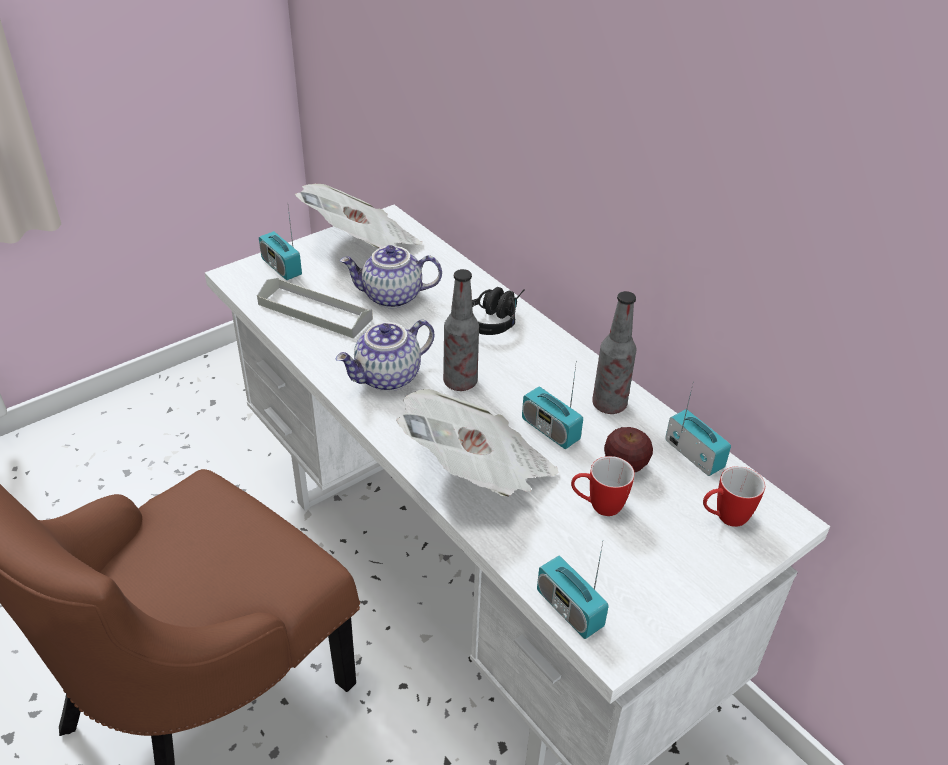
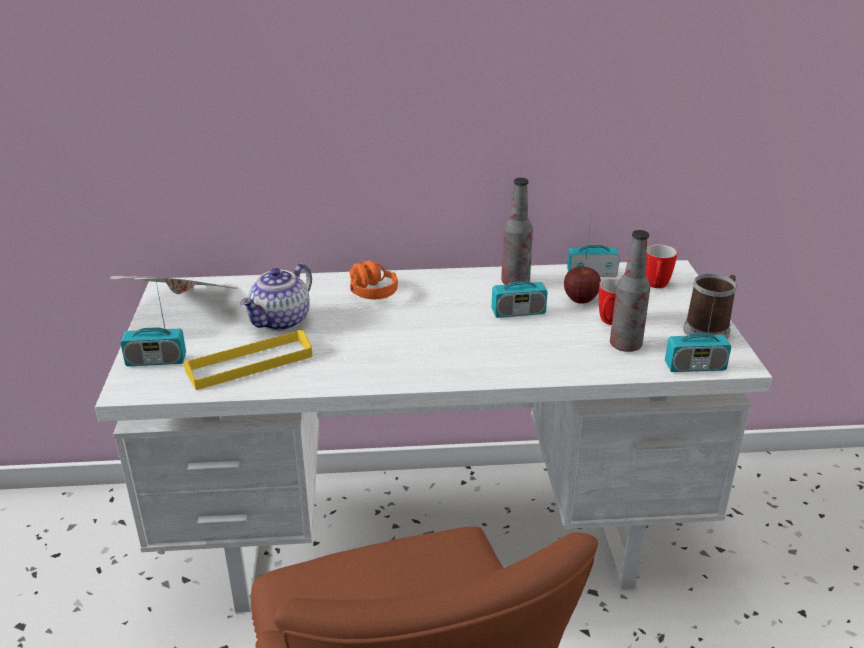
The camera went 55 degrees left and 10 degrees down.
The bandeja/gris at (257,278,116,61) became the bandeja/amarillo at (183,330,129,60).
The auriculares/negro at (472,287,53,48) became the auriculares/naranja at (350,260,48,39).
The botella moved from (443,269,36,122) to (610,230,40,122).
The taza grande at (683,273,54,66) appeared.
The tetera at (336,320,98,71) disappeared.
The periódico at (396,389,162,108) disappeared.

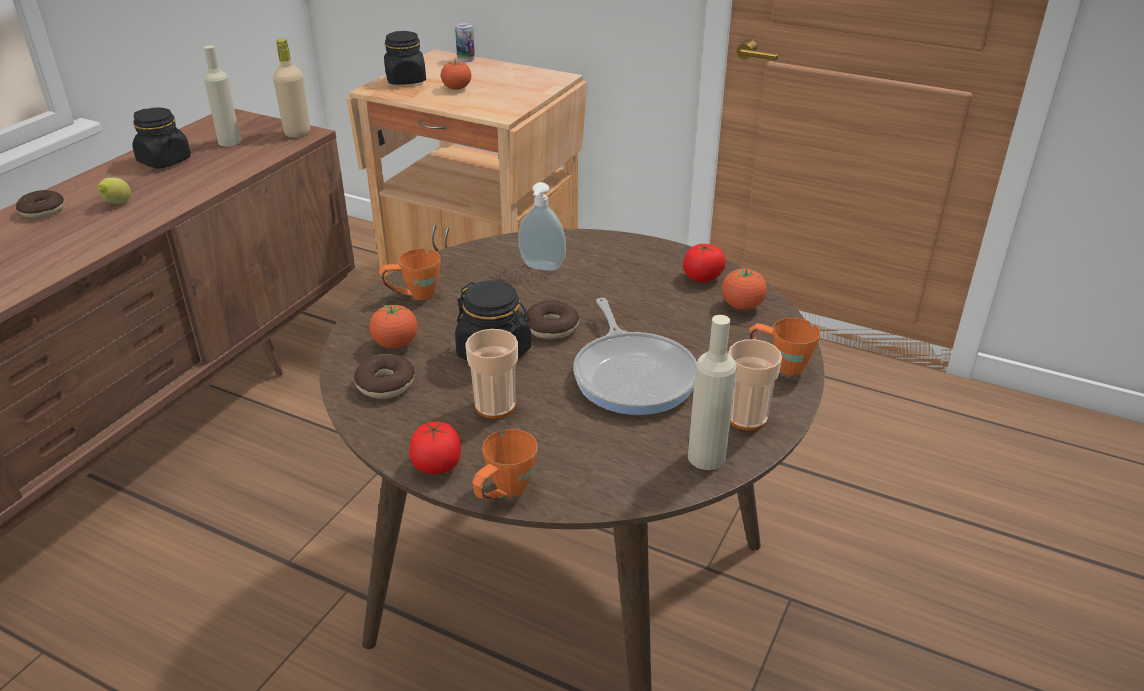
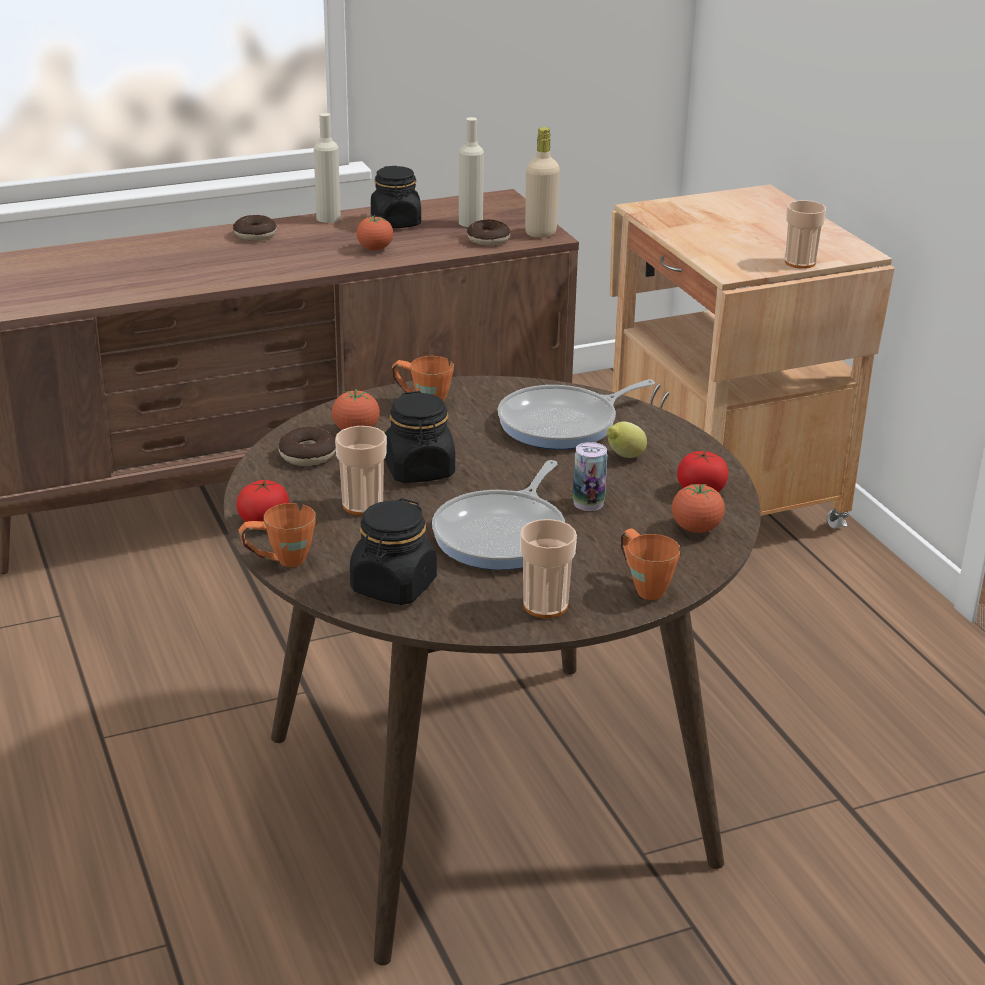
The camera went 40 degrees right and 5 degrees down.
The botella/beis moved from (688,315,49,155) to (314,113,27,110).
The tarro/negro moved from (384,31,42,54) to (350,498,87,107).
The tomate moved from (441,61,30,29) to (356,215,37,35).
The rosquilla moved from (525,300,54,39) to (467,220,43,26).
The dispensador de jabón at (518,182,48,89) was replaced by the sartén at (498,380,157,69).
The lata moved from (455,23,20,39) to (573,442,34,69).
The limón moved from (97,178,34,26) to (606,422,41,36).
The taza at (785,200,41,69) appeared.

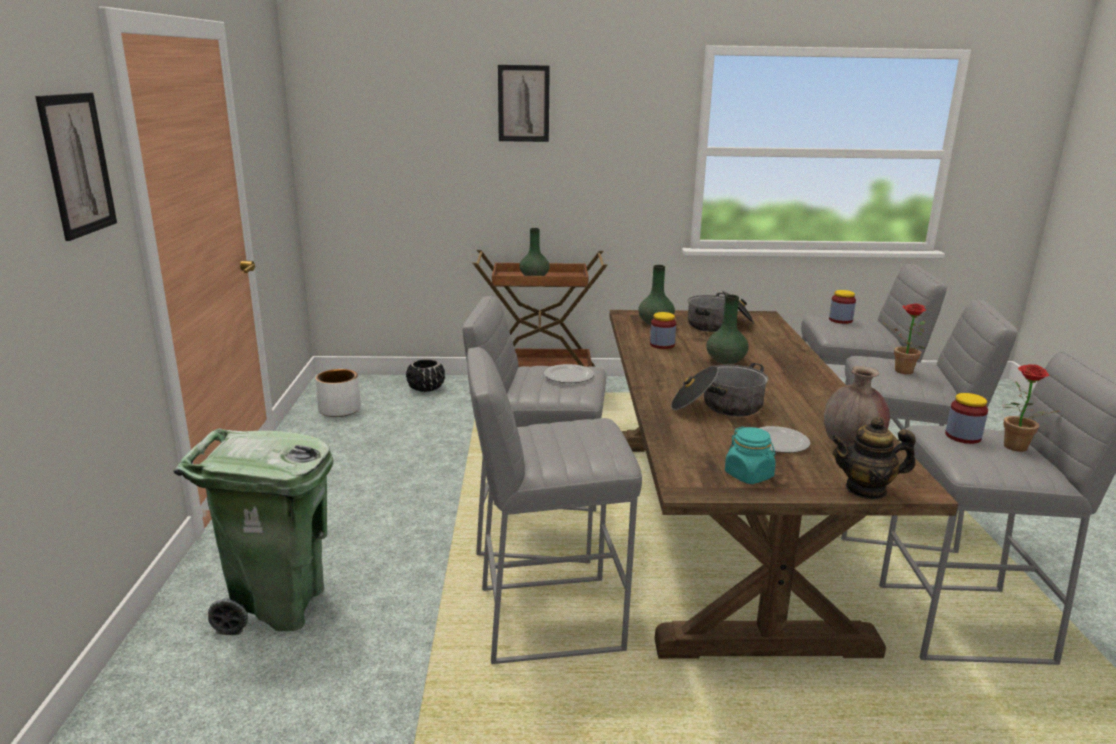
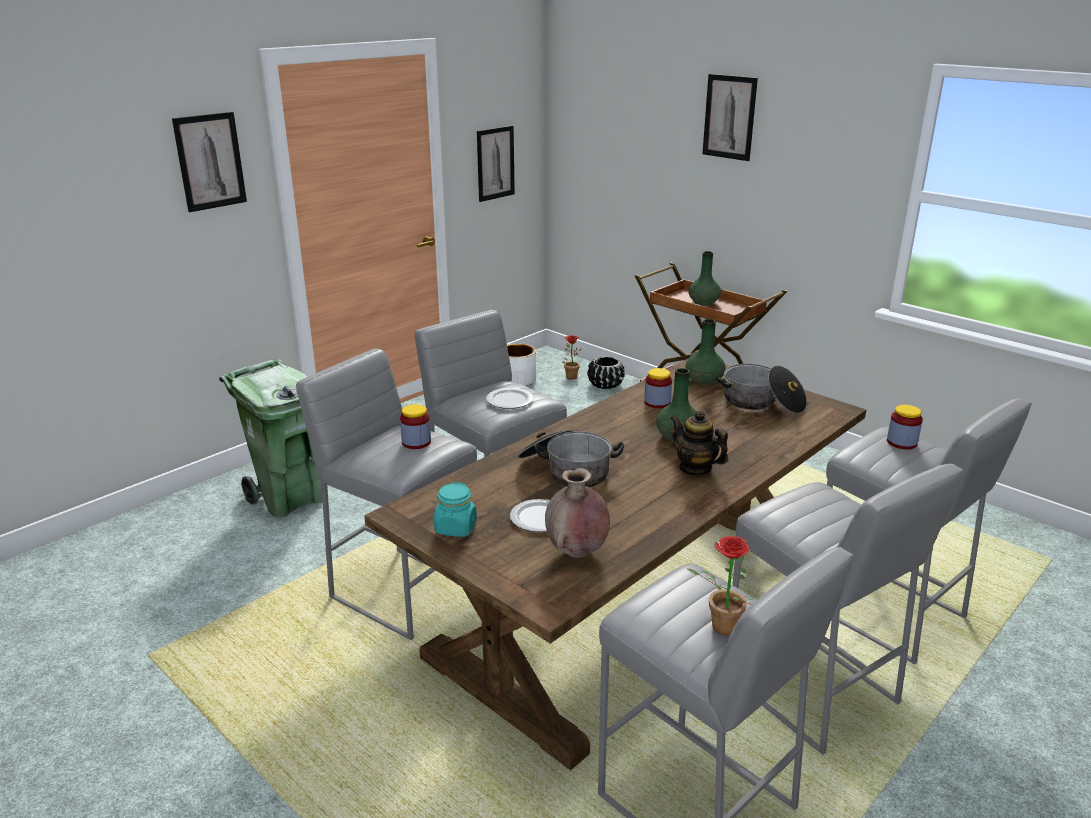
The camera went 45 degrees right and 5 degrees up.
The tarro moved from (945,393,43,51) to (400,404,31,45).
The cuadro at (477,125,38,77) appeared.
The planta en maceta moved from (882,303,44,71) to (562,335,20,44).
The tetera moved from (831,417,85,83) to (670,410,58,66).

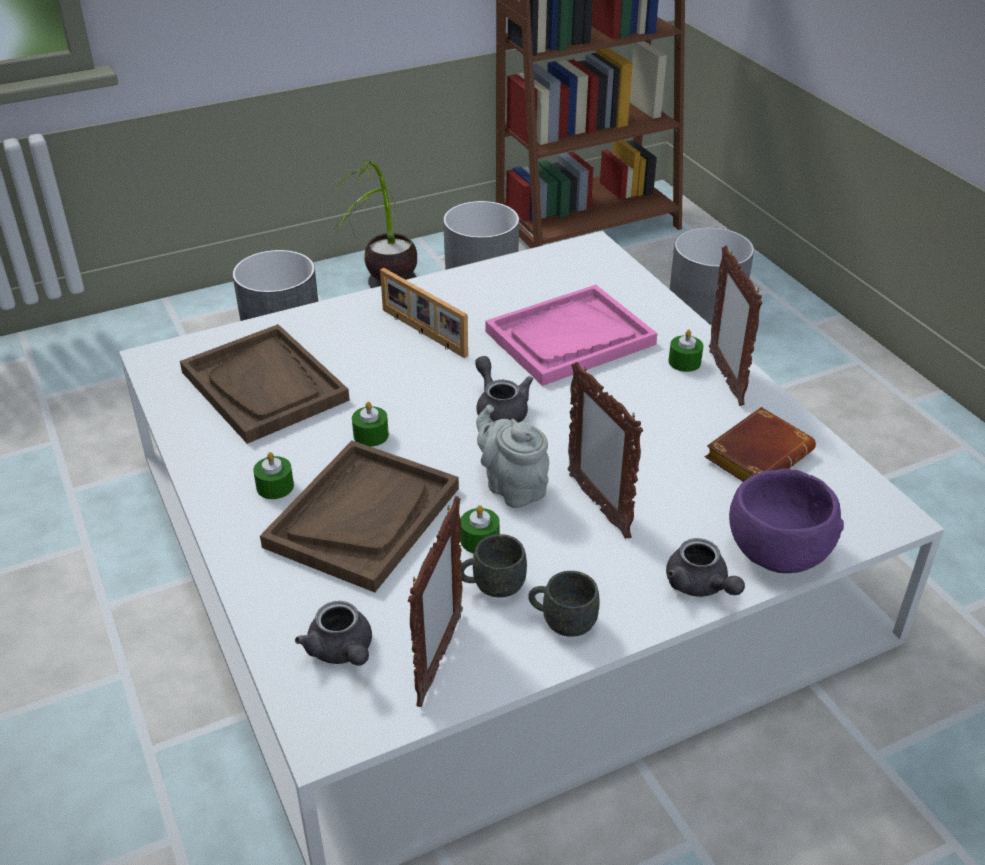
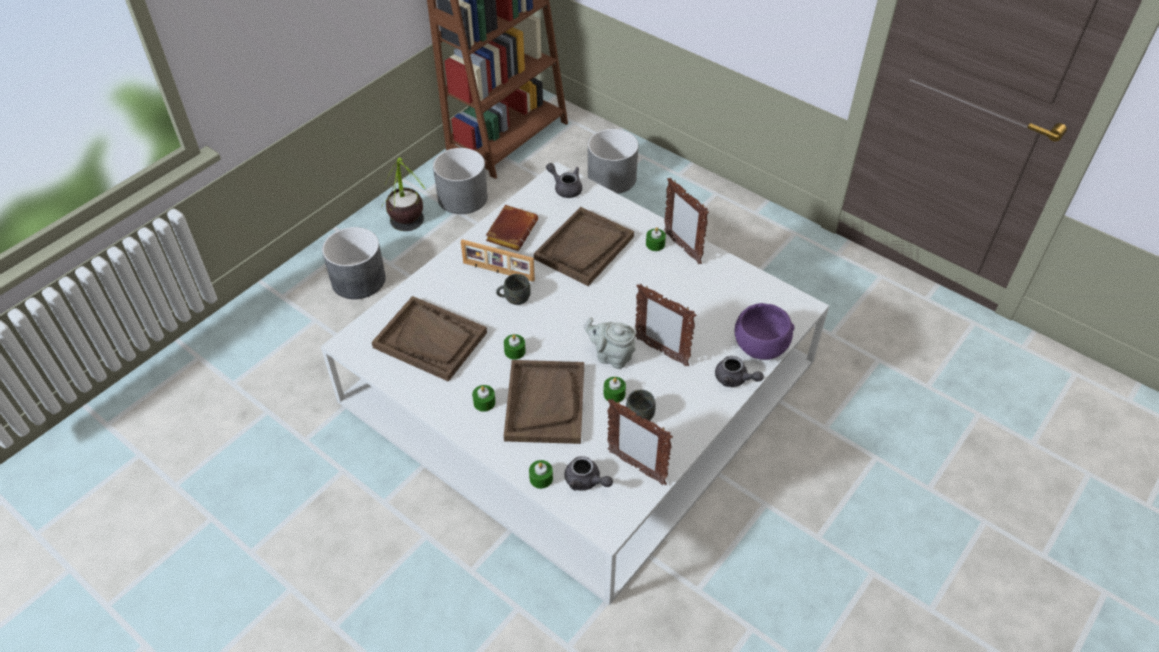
The camera went 25 degrees left and 10 degrees up.
The libro/marrón moved from (705,407,111,75) to (486,205,52,46).
The taza grande/gris moved from (528,571,72,66) to (496,274,35,31).
The vela/verde at (529,460,24,29) appeared.
The bandeja/rosa at (485,285,172,101) became the bandeja/marrón at (534,207,100,79).
The tetera/gris moved from (475,356,58,66) to (546,163,36,35).
The portarretratos at (408,496,55,211) turned 135 degrees clockwise.

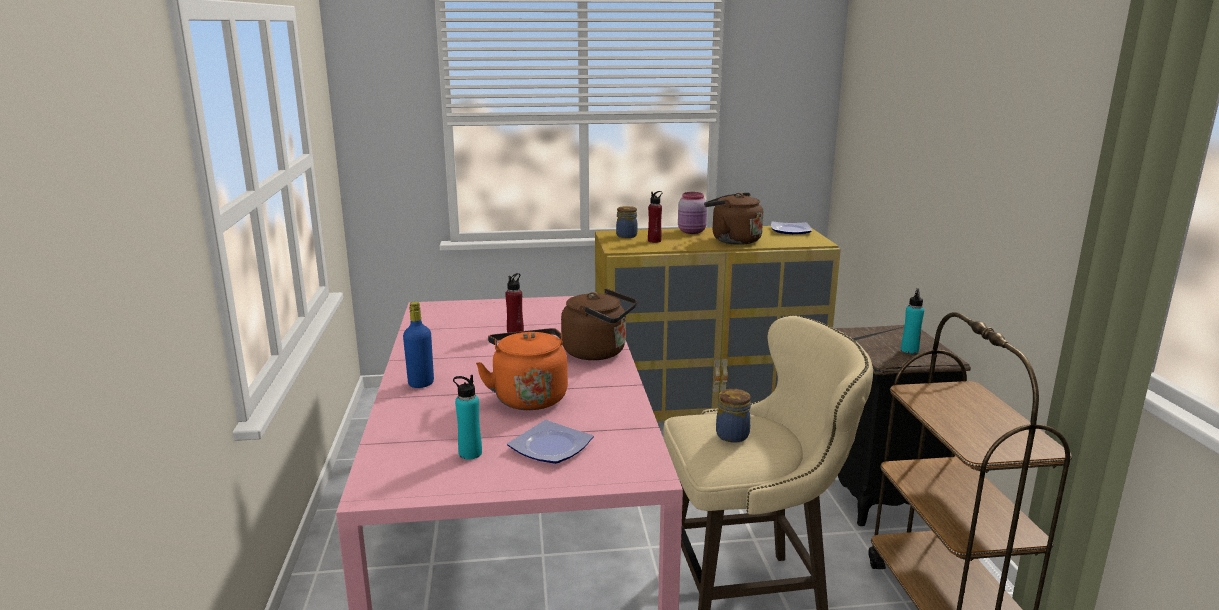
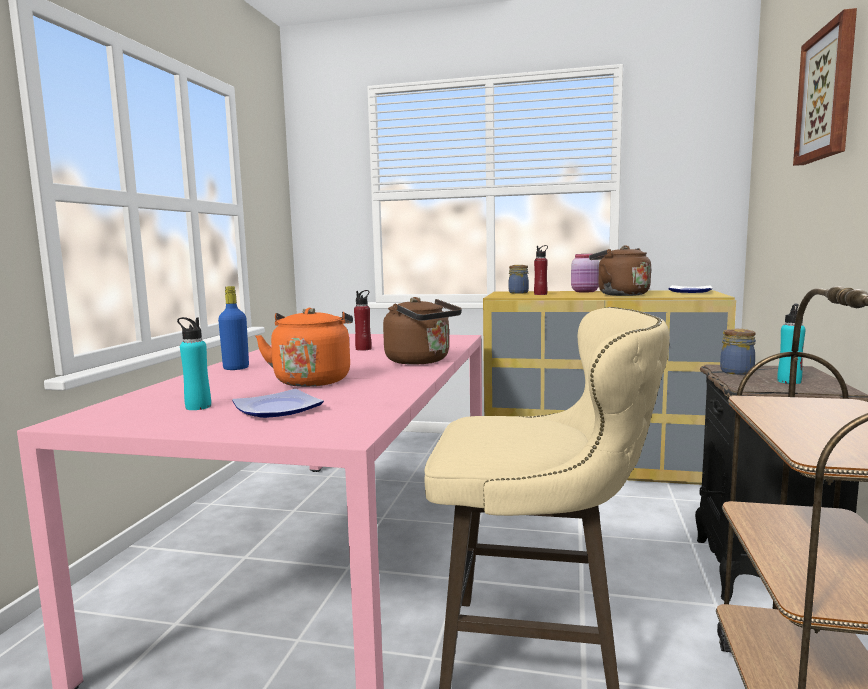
The camera went 20 degrees right and 10 degrees down.
The tarro moved from (716,389,35,54) to (720,329,36,46).
The cuadro at (793,8,64,158) appeared.

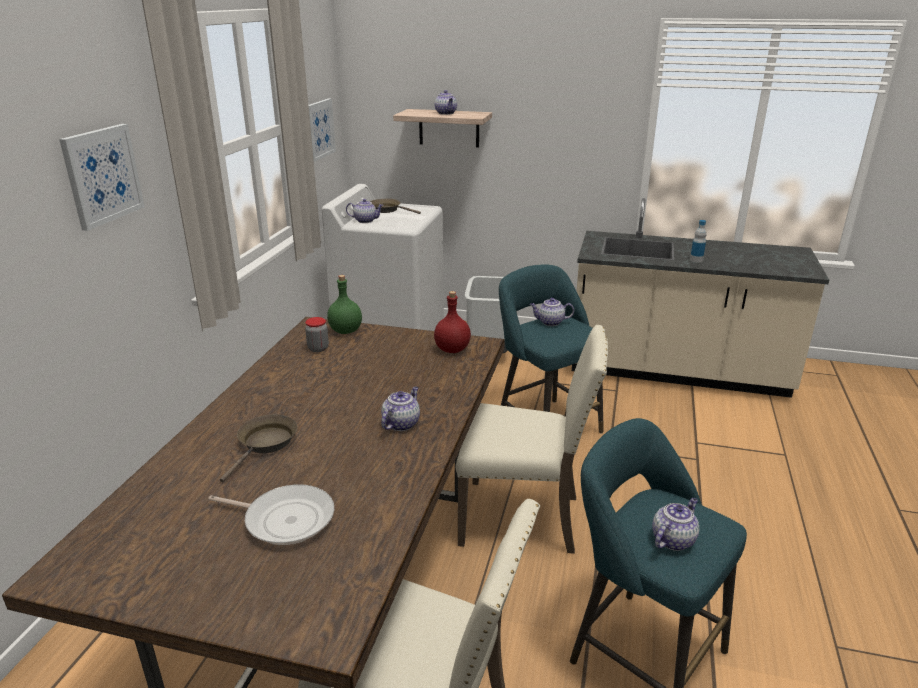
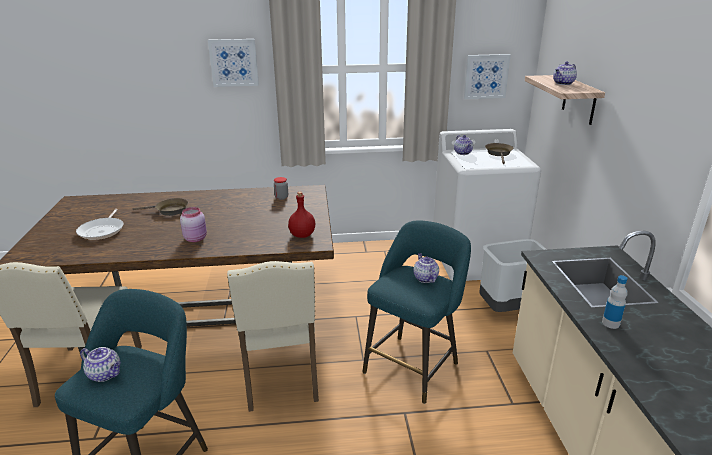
The camera went 70 degrees right and 0 degrees up.
The tetera at (381,386,39,45) was replaced by the tarro/rosa at (180,207,27,35).
The botella/verde at (327,275,35,59) disappeared.

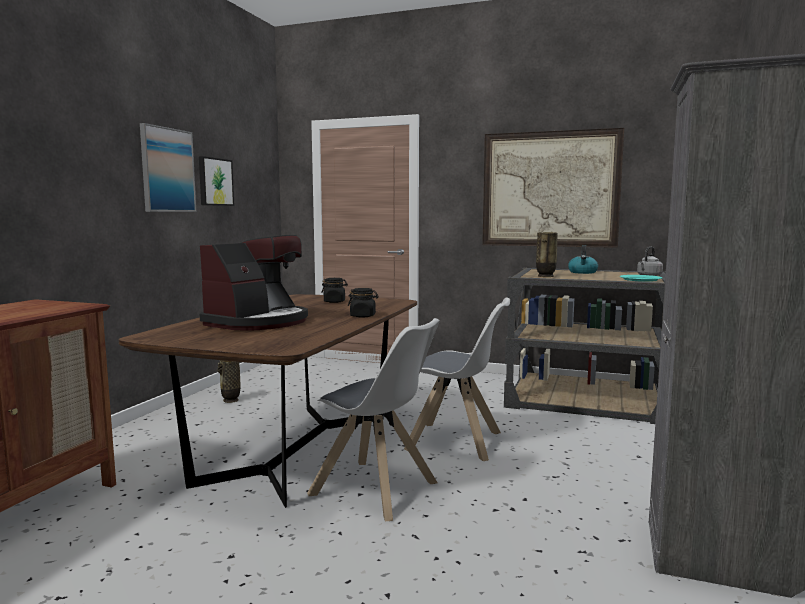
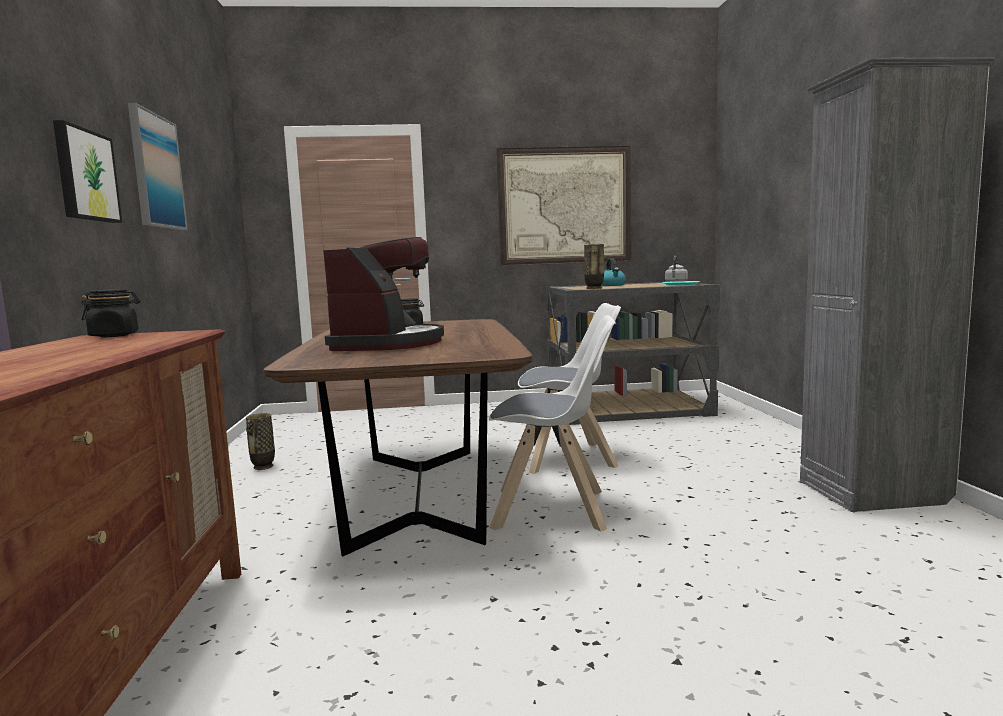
The camera went 25 degrees left and 0 degrees up.
The cuadro moved from (199,156,35,50) to (53,120,69,103).
The tarro/negro moved from (348,288,31,30) to (81,289,59,48).

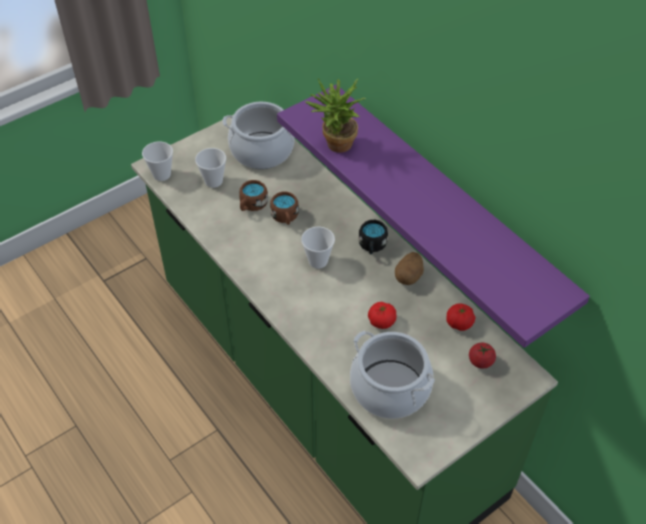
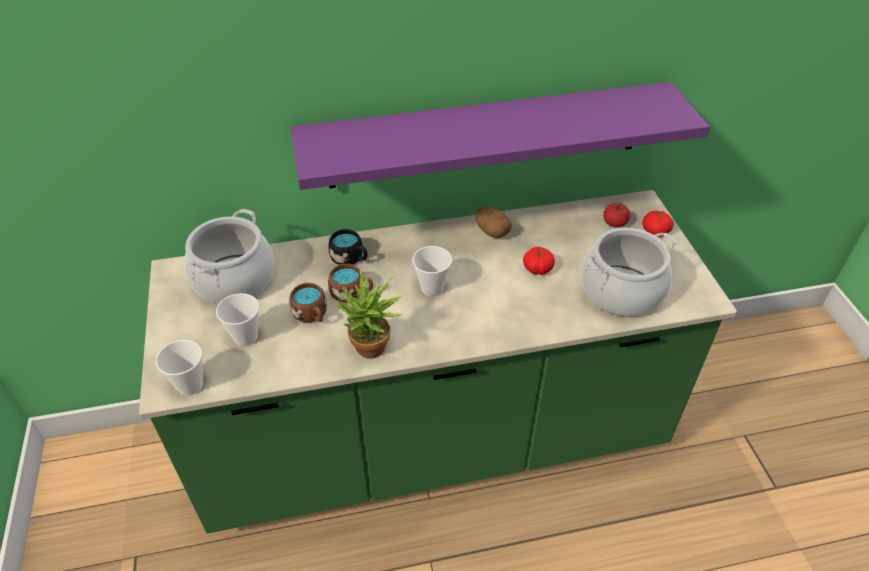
The camera went 65 degrees left and 5 degrees down.
The taza grande/negro moved from (358,220,30,34) to (328,229,39,36).
The planta en maceta moved from (305,78,61,75) to (334,270,68,88).
The tomate moved from (447,304,28,27) to (642,210,31,27).

